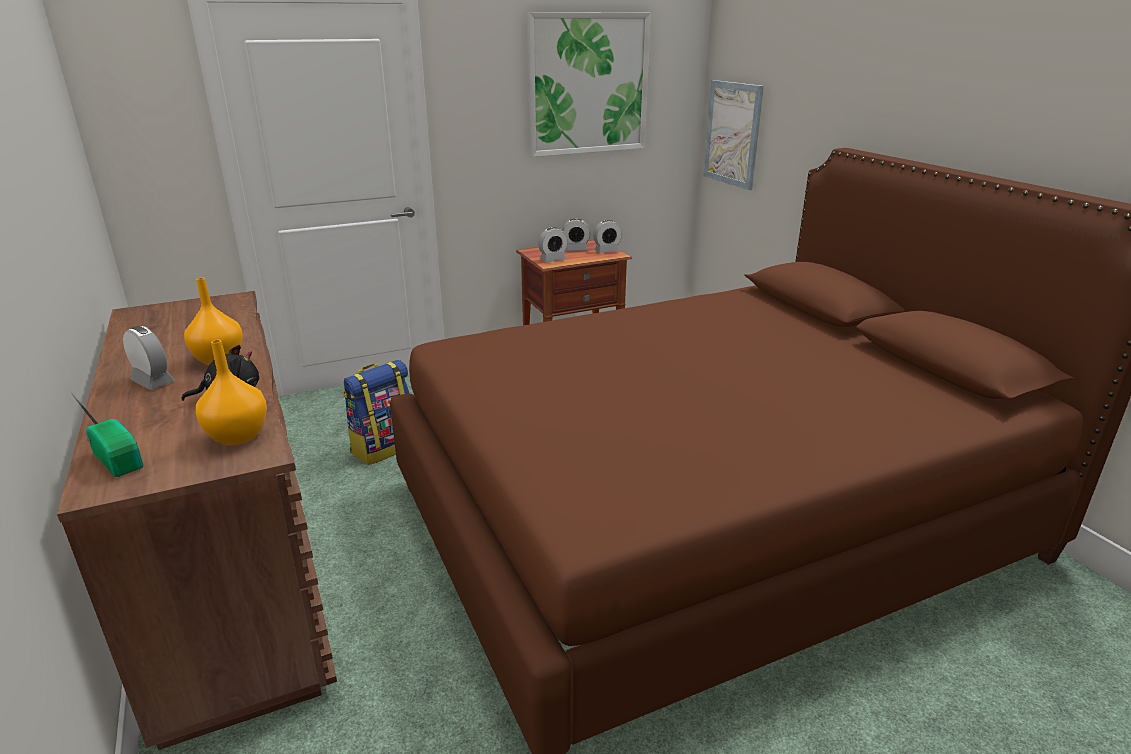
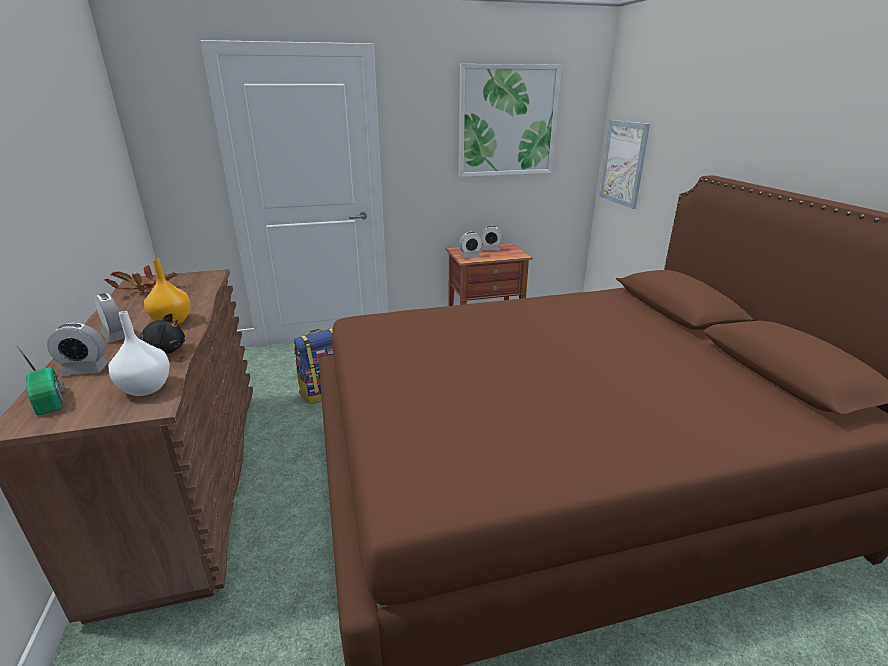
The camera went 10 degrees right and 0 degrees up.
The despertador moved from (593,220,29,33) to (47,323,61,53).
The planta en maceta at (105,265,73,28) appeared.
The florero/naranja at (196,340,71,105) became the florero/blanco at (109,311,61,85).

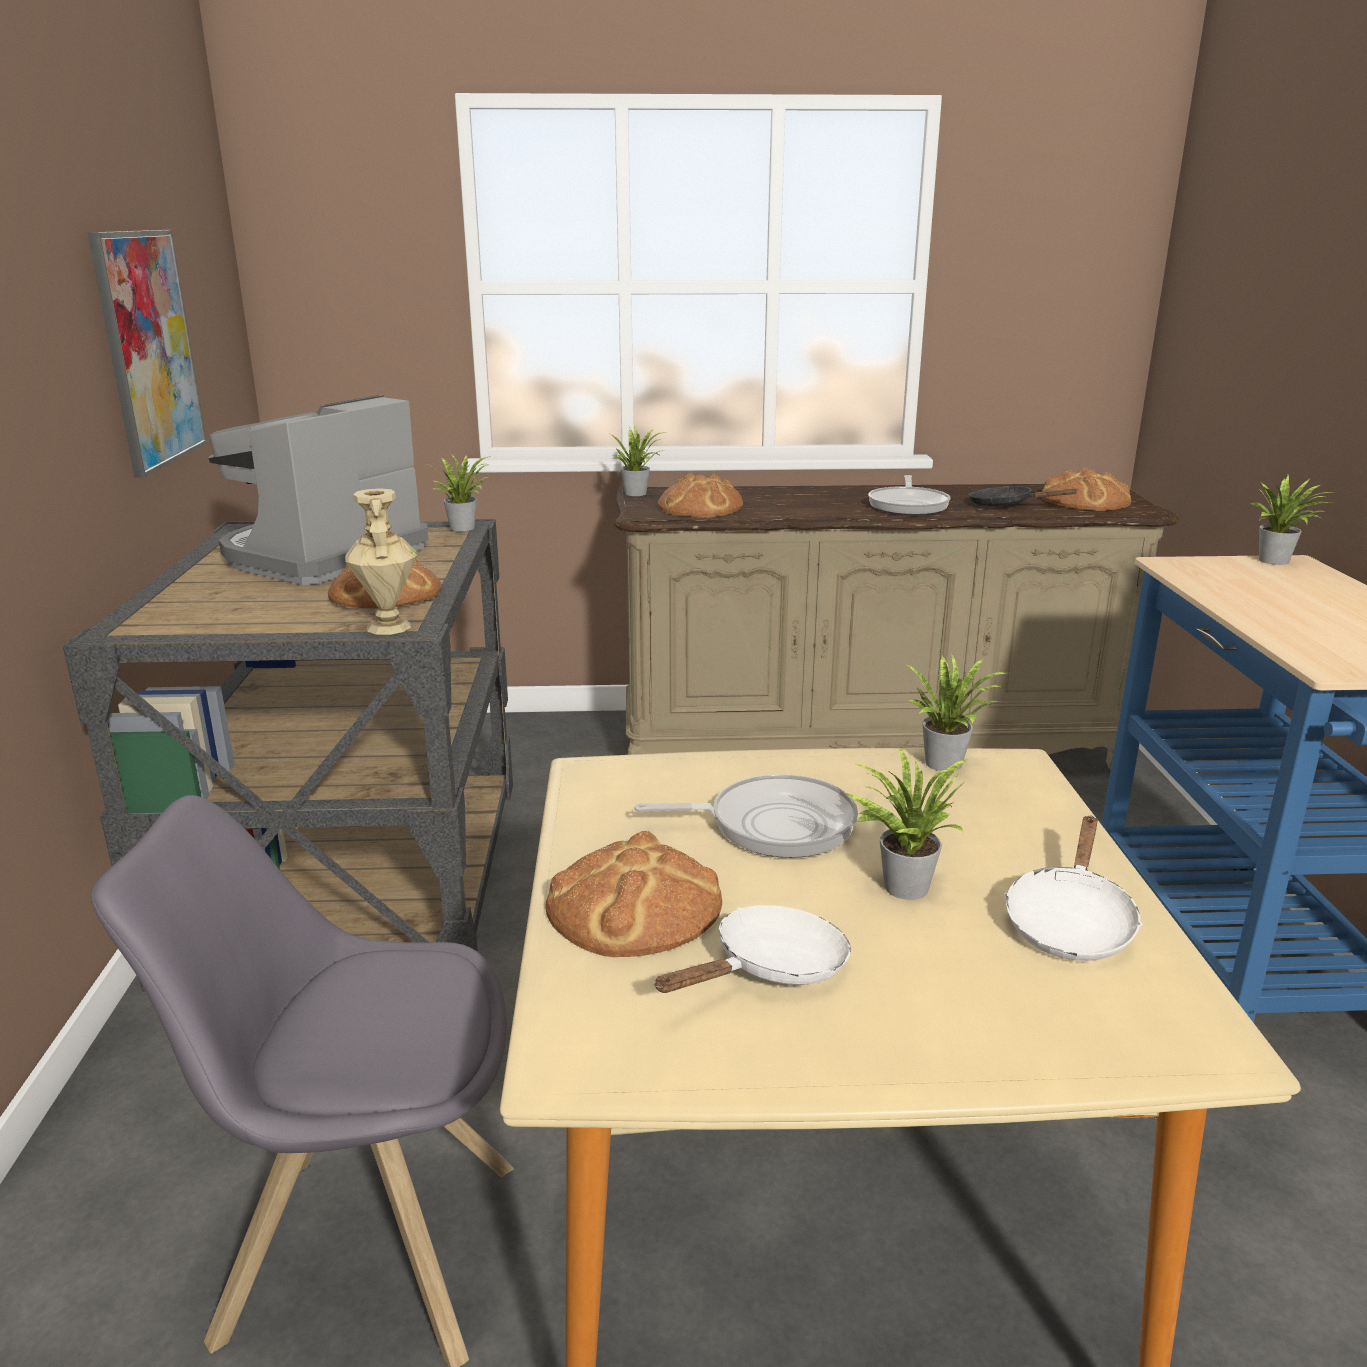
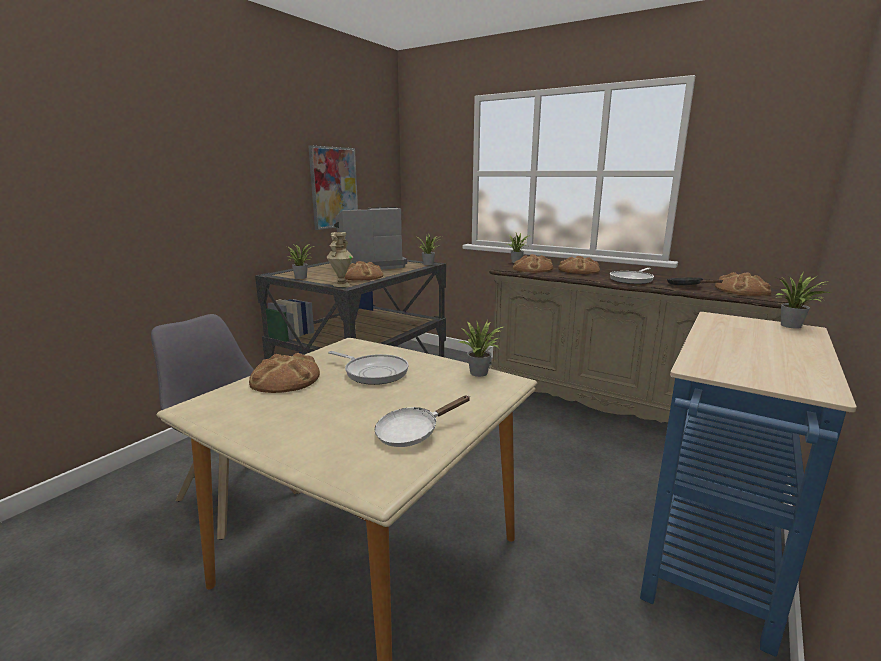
The camera went 35 degrees right and 5 degrees down.
The planta en maceta moved from (844,747,123,153) to (284,244,30,35).
The pan at (558,256,42,18) appeared.
The sartén/blanco at (654,905,197,88) disappeared.

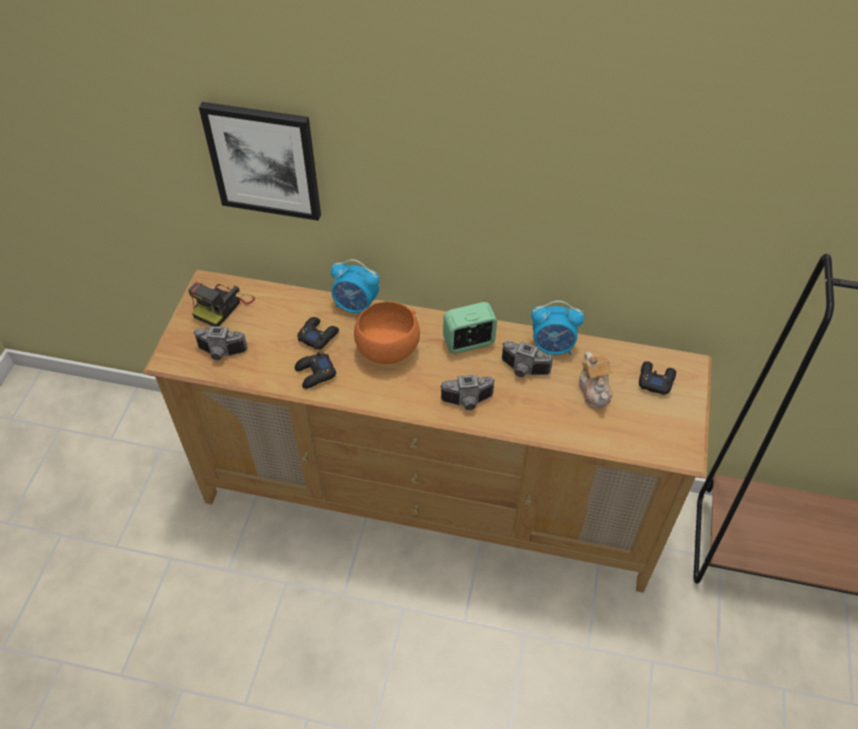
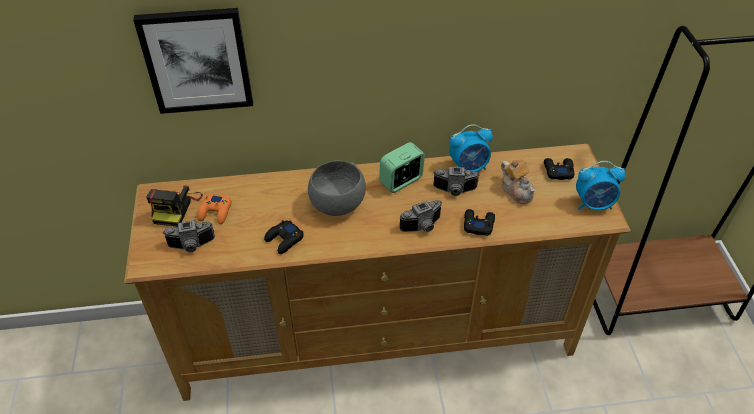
The camera went 20 degrees left and 5 degrees down.
The mando de consola/naranja at (197,194,35,30) appeared.
The cuenco/naranja at (354,301,66,63) became the cuenco/gris at (308,161,58,55).
The mando de consola/negro moved from (297,317,42,33) to (464,209,31,27).
The despertador moved from (331,259,49,54) to (576,161,49,49).

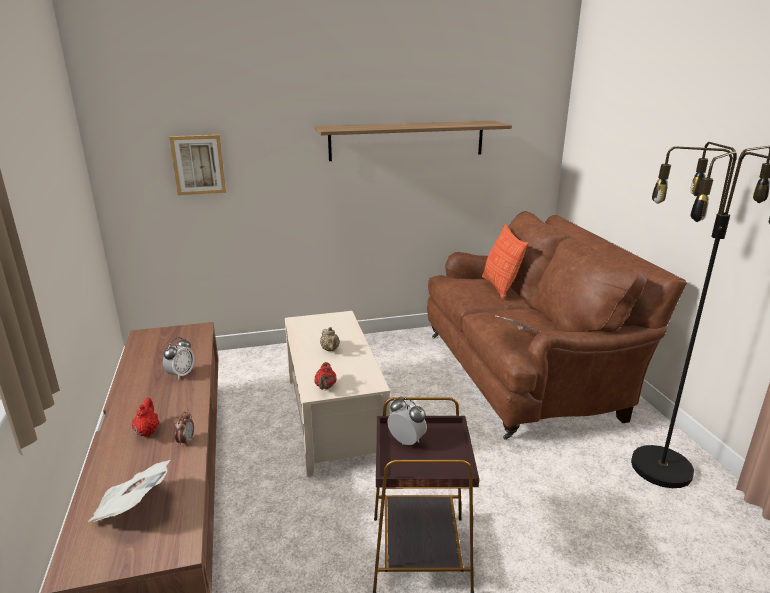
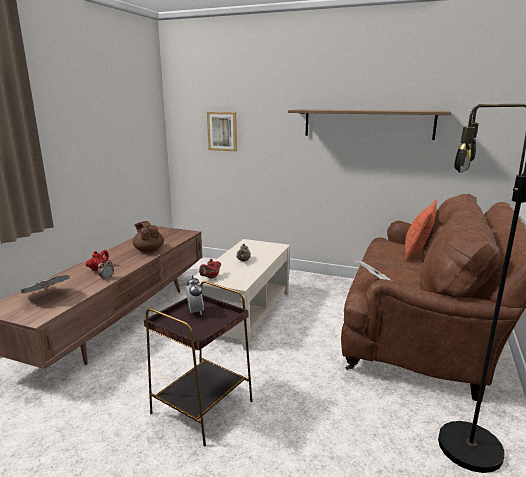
The camera went 35 degrees right and 5 degrees down.
The despertador at (163,337,31,43) was replaced by the tetera/marrón at (133,221,31,31).

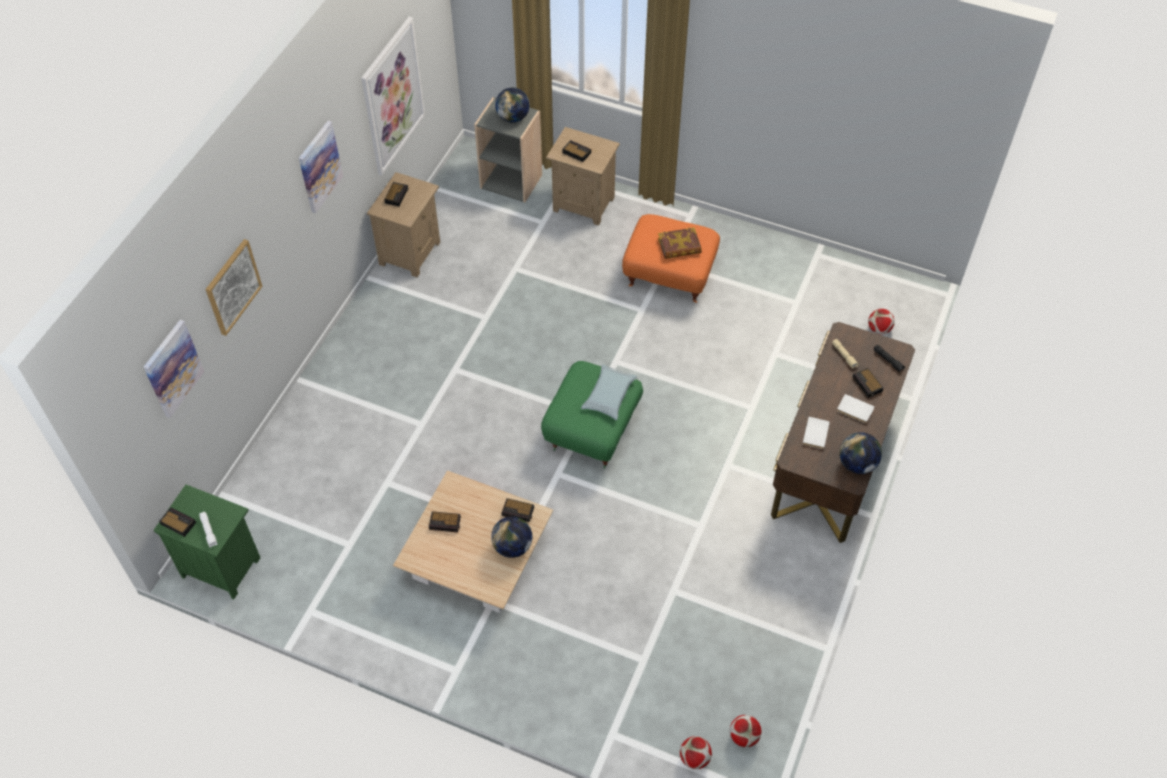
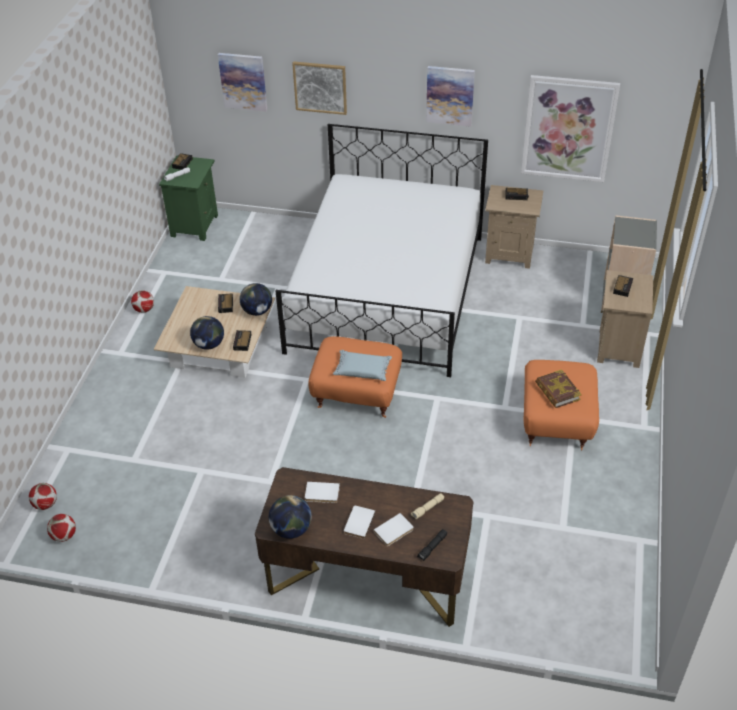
The camera went 80 degrees right and 10 degrees down.
The balón de fútbol moved from (868,309,27,25) to (131,290,23,23).
The globo terráqueo moved from (495,88,35,35) to (240,283,32,33).
The cama/blanco at (276,124,212,253) appeared.
The puf/verde at (541,361,102,108) became the puf/naranja at (308,336,94,82).
The despertador at (852,368,31,30) was replaced by the libro/blanco at (373,513,40,33).

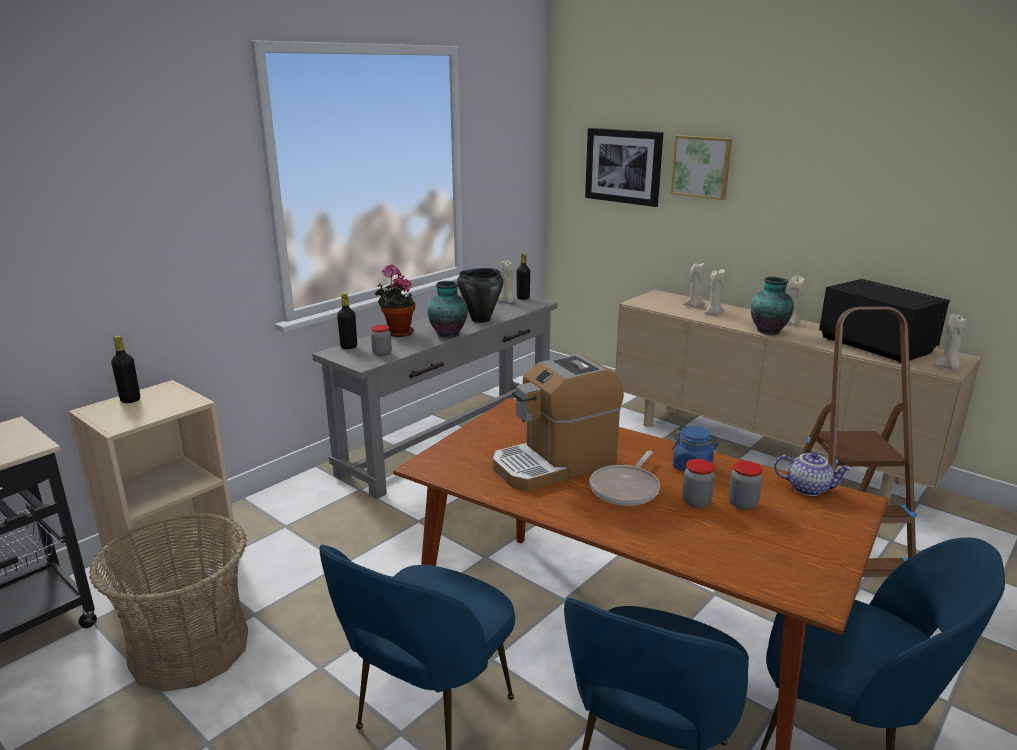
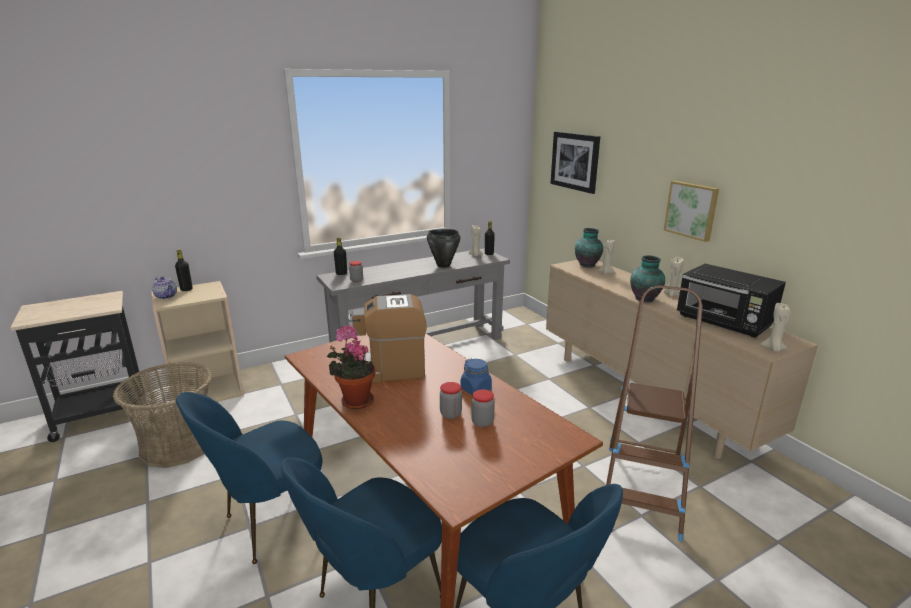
The camera went 20 degrees right and 0 degrees up.
The tetera moved from (774,452,77,44) to (152,276,25,23).
The planta en maceta moved from (374,264,41,73) to (327,325,48,84).
The florero moved from (428,281,40,57) to (575,228,28,40).
The cuadro moved from (671,135,61,65) to (664,181,55,61).
The microondas/negro at (819,279,132,84) turned 150 degrees clockwise.
The sartén at (589,450,71,56) disappeared.
The vela/beis at (704,269,21,47) disappeared.

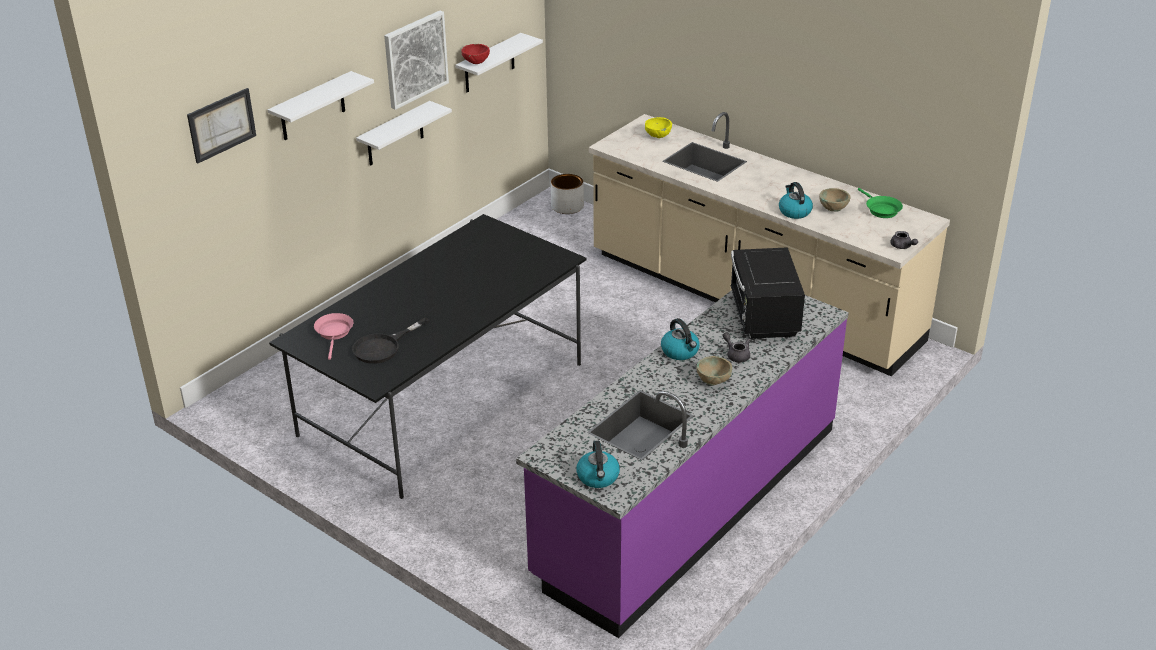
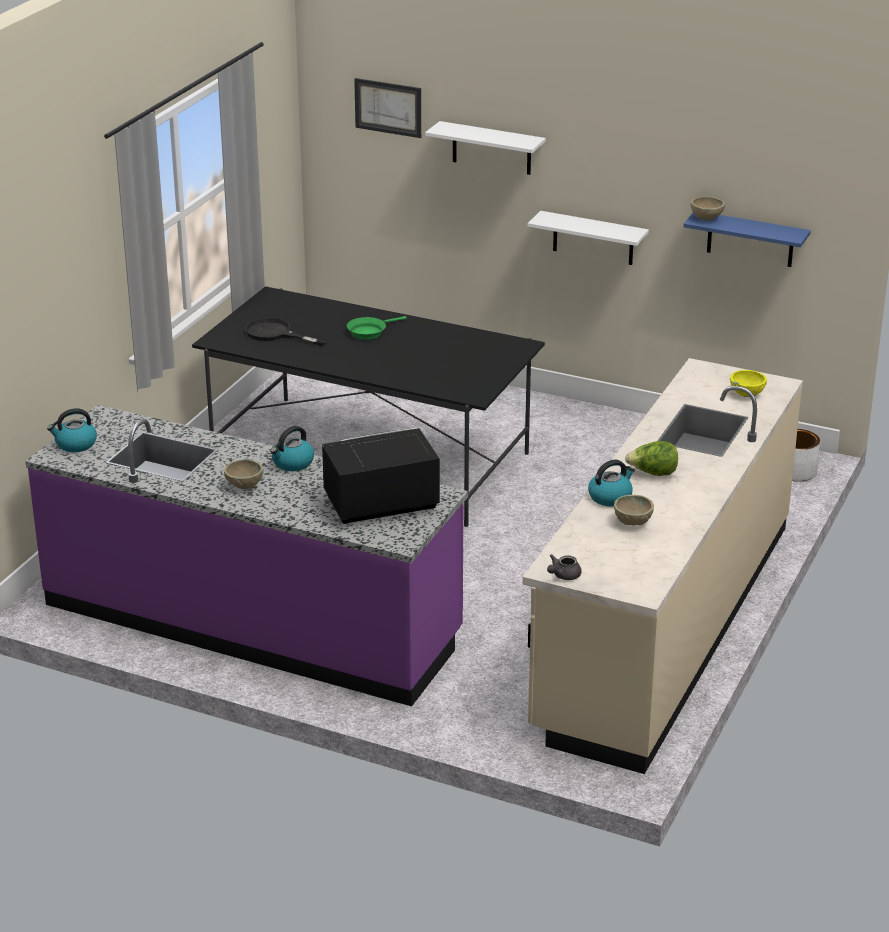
The camera went 75 degrees right and 5 degrees down.
The sartén/verde moved from (858,188,45,30) to (347,316,60,24).
The lechuga at (625,441,53,35) appeared.
The estante/blanco at (455,33,88,59) became the estante/azul at (683,213,128,54).
The cuenco/rojo at (462,44,28,20) became the cuenco/beis at (691,197,34,24).
The sartén/rosa at (314,313,39,47) disappeared.
The cuadro at (384,11,65,99) disappeared.
The tetera/gris at (723,332,27,30) disappeared.

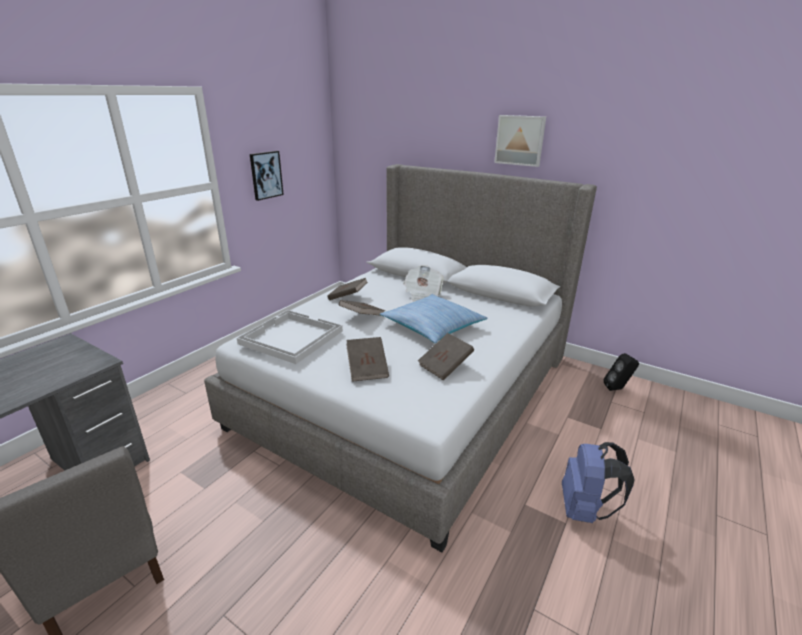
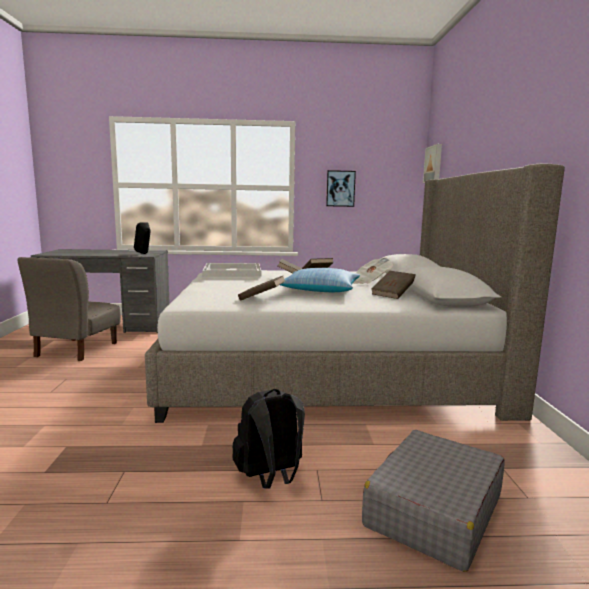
The camera went 55 degrees right and 15 degrees down.
The altavoz/negro moved from (604,353,35,38) to (134,222,17,32).
The mochila/azul at (562,442,73,81) became the mochila/negro at (233,389,72,100).
The maleta/gris at (362,430,143,142) appeared.
The libro/marrón moved from (346,337,43,45) to (371,271,45,28).
The cuadro moved from (494,115,52,52) to (423,144,19,39).

